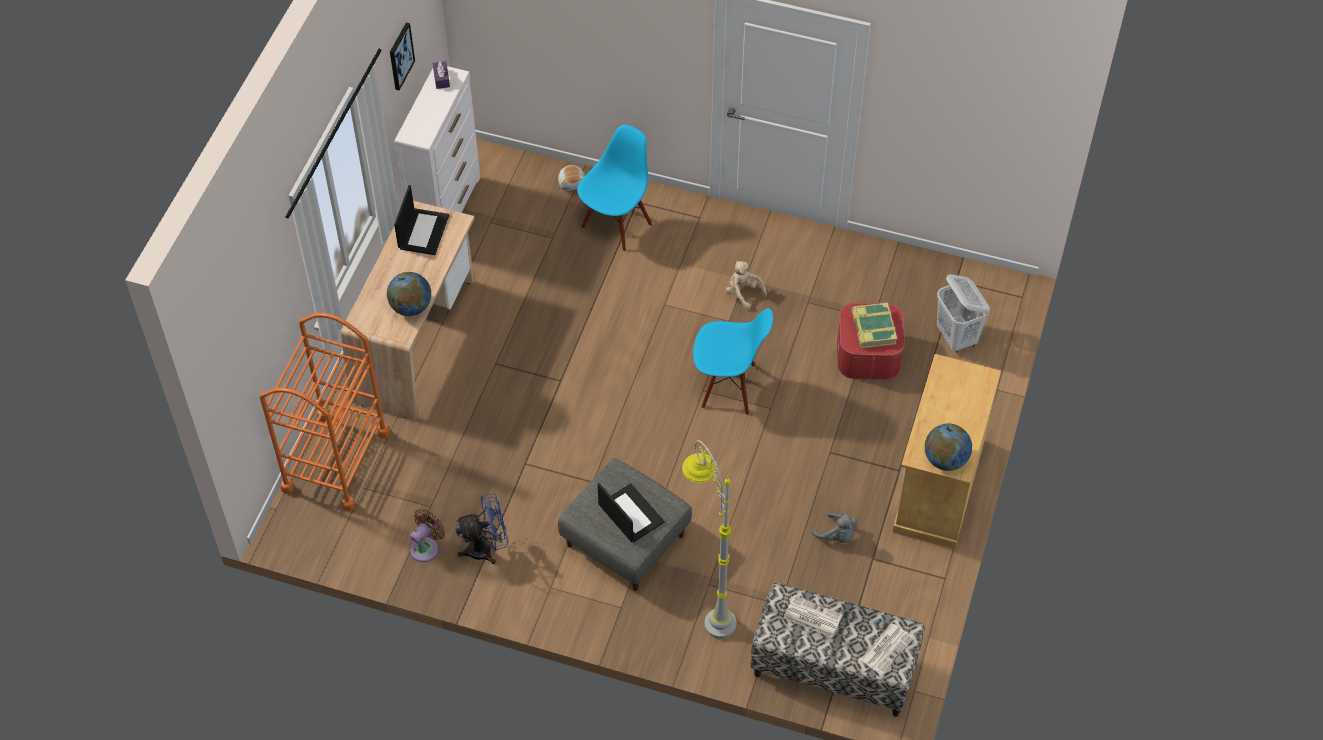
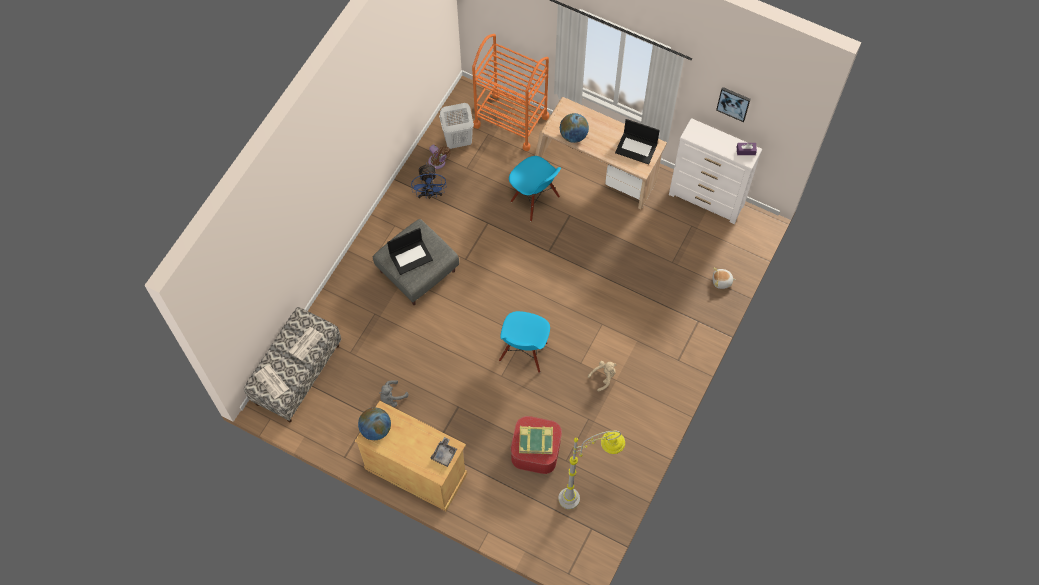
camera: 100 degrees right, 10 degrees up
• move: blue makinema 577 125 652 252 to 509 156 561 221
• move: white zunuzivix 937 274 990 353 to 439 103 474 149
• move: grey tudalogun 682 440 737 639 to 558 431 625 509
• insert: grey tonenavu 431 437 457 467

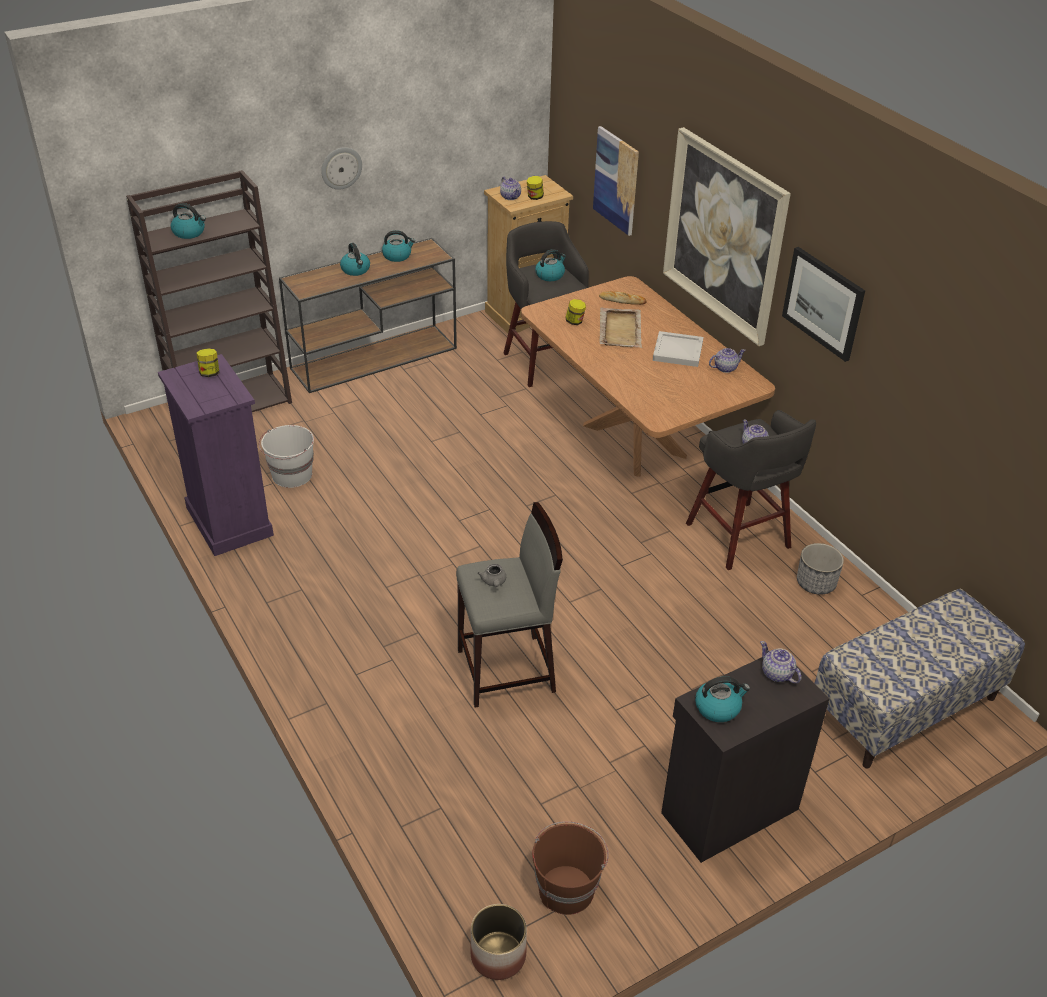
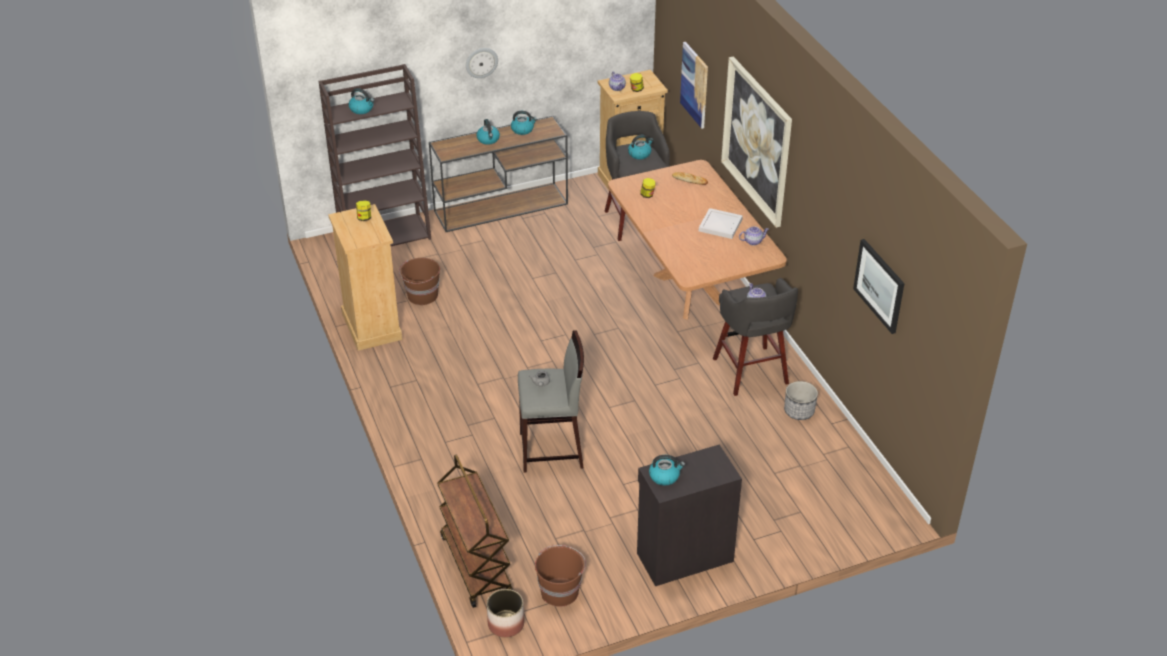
camera: 10 degrees right, 0 degrees up
• move: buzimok 782 247 865 362 to 853 239 905 334
• delete: beige tonenavu 599 307 642 348
• recolor: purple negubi 158 354 274 556 to beige negubi 328 204 402 351
• recolor: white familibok 259 425 314 488 to brown familibok 399 258 440 305
• delete: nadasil 814 589 1025 769
• delete: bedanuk 760 641 802 683
• insert: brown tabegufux 437 454 512 608

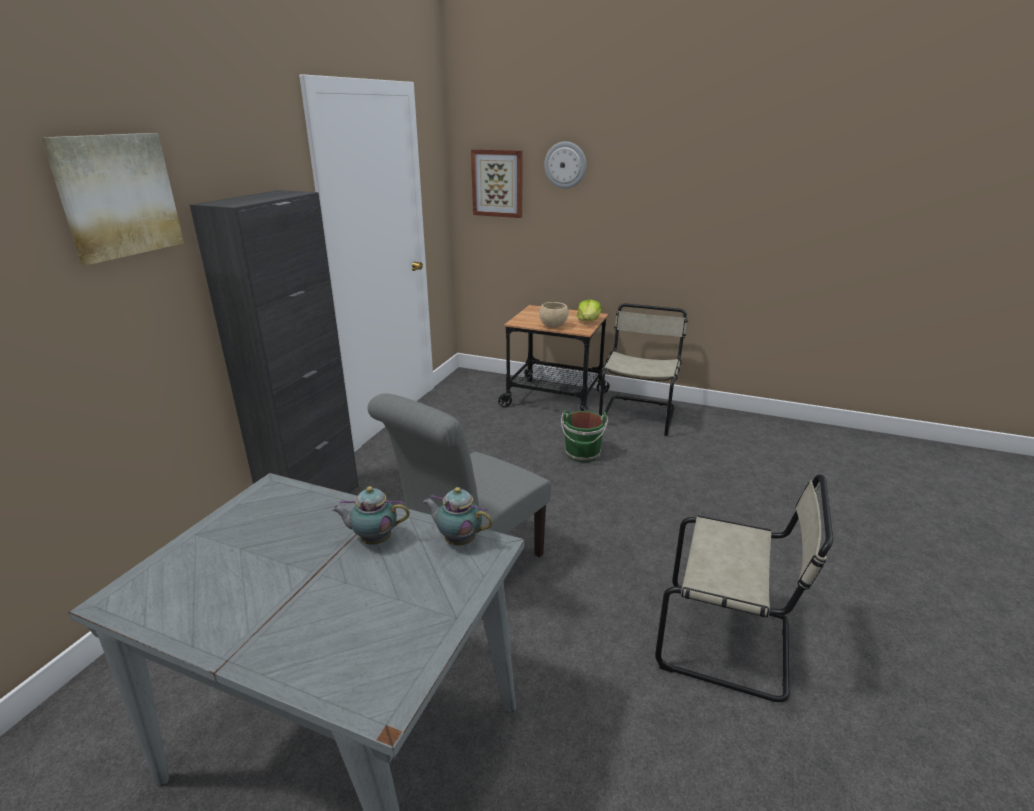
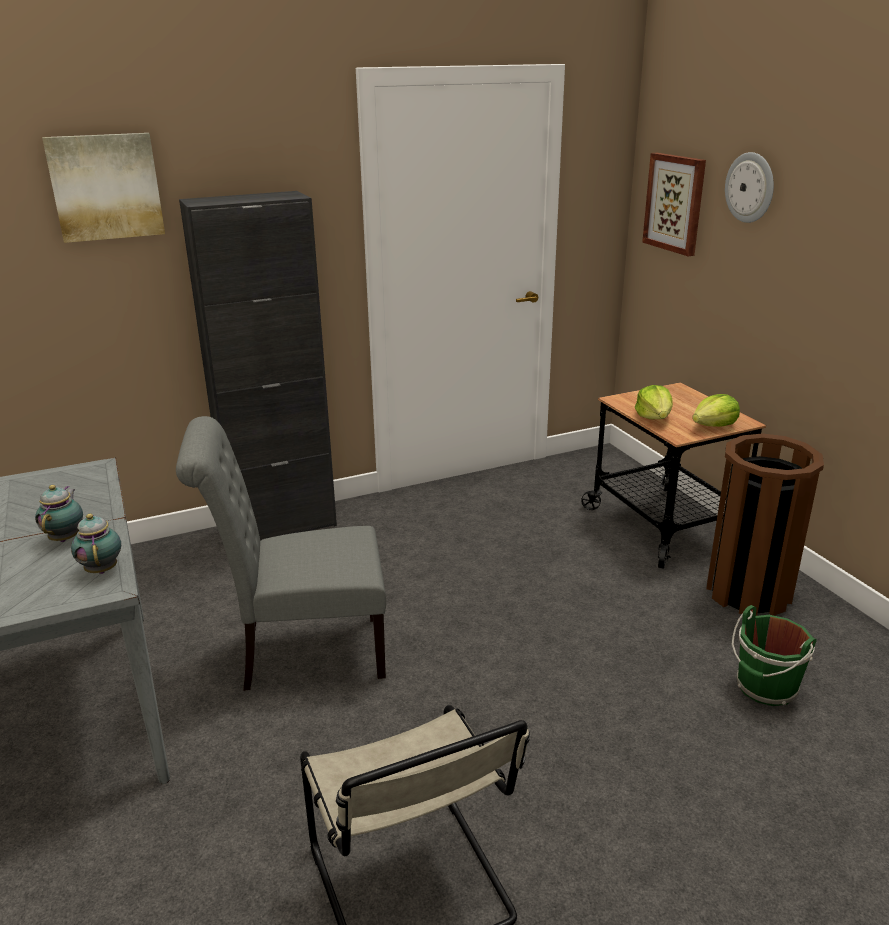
camera: 45 degrees right, 0 degrees up
• replace: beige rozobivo 539 302 569 328 to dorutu 635 385 673 419
• replace: beige makinema 599 304 688 436 to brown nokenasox 706 433 824 616
• move: green familibok 561 409 608 462 to 732 605 817 706
• rotate: bedanuk 332 486 410 545 = 35 485 83 542 45 degrees clockwise

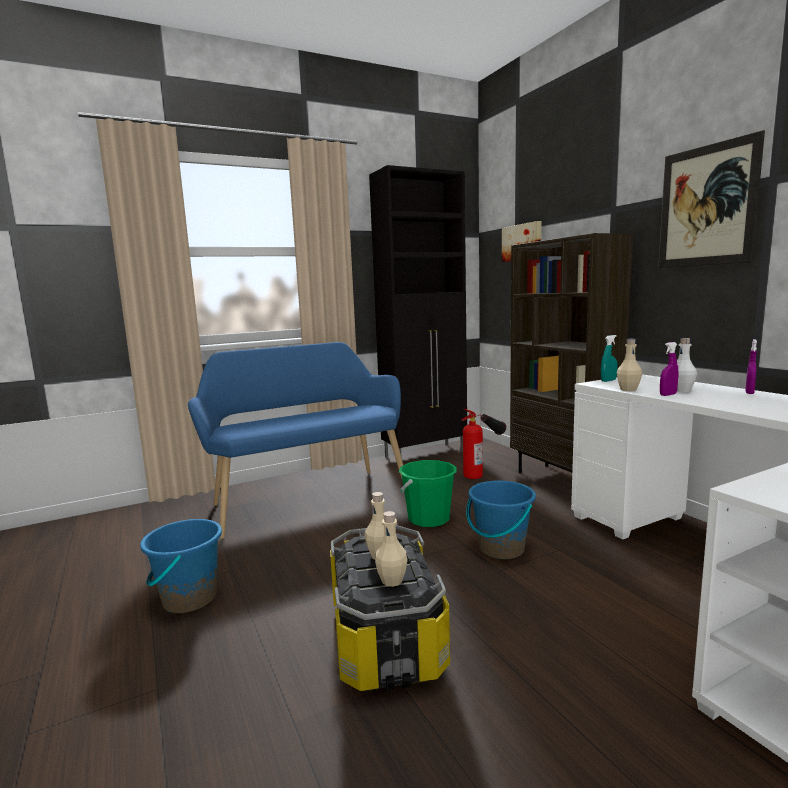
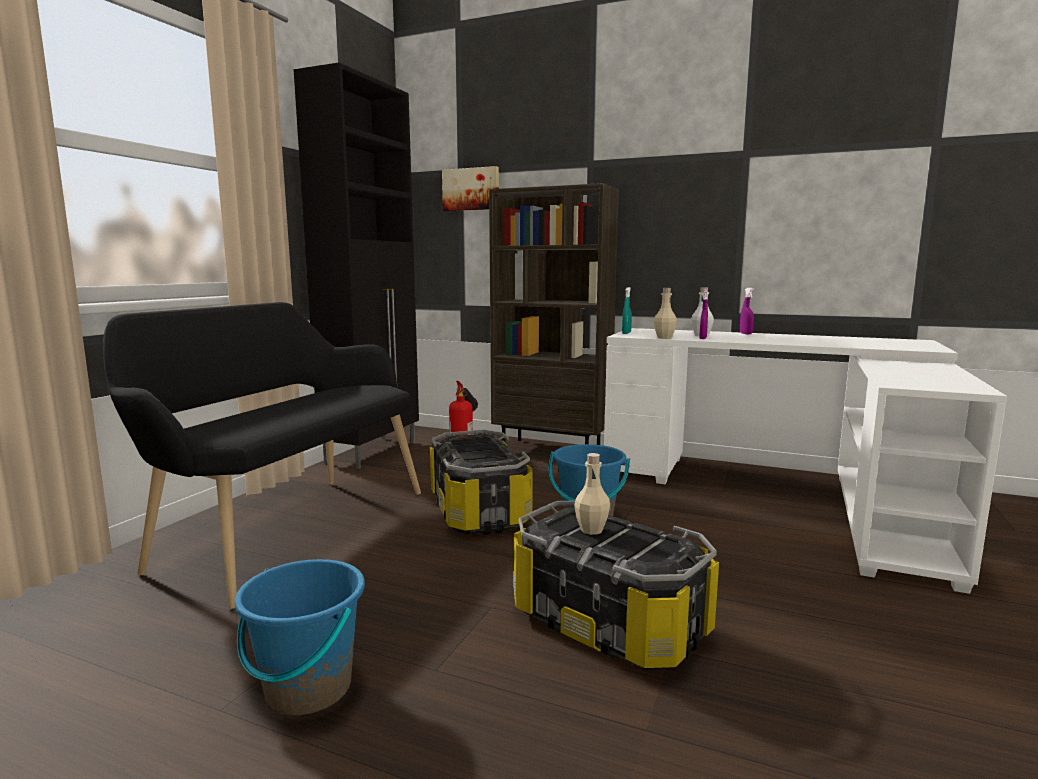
camera: 40 degrees left, 0 degrees up
• delete: buzimok 658 130 765 268
• recolor: blue nadasil 188 342 403 539 to black nadasil 103 302 421 609
• replace: green familibok 399 460 457 527 to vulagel 430 430 533 535
• delete: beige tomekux 375 511 407 587

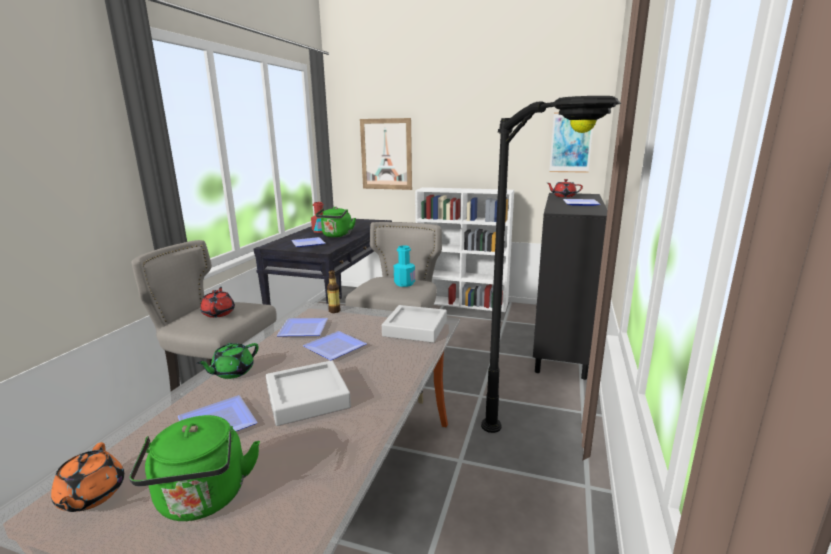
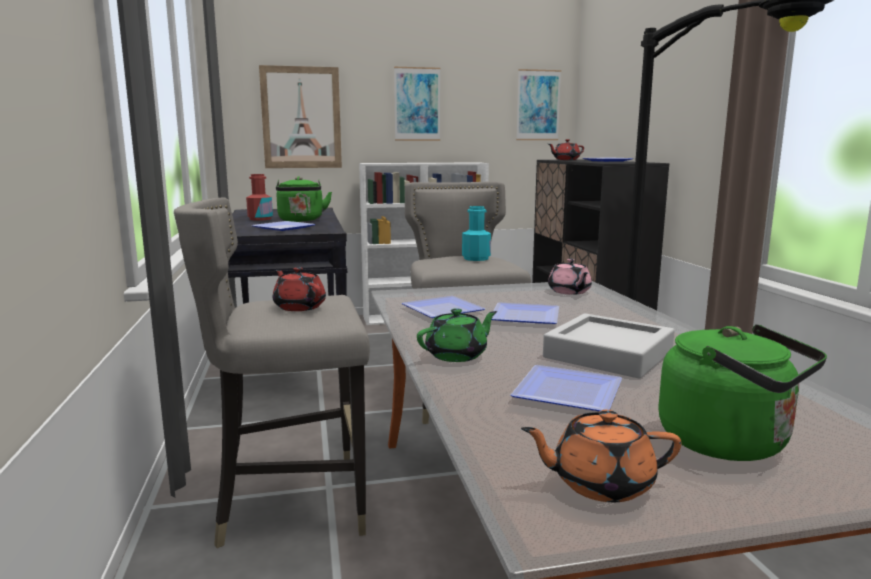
camera: 30 degrees left, 5 degrees down
• delete: tomekux 327 270 341 313
• replace: grey tonenavu 382 305 447 343 to pink bedanuk 548 259 592 295
• rotate: green bedanuk 197 343 259 379 = 417 308 497 362 135 degrees counterclockwise
• rotate: orange bedanuk 51 442 124 512 = 521 410 681 502 135 degrees clockwise
• insert: buzimok 394 67 440 141

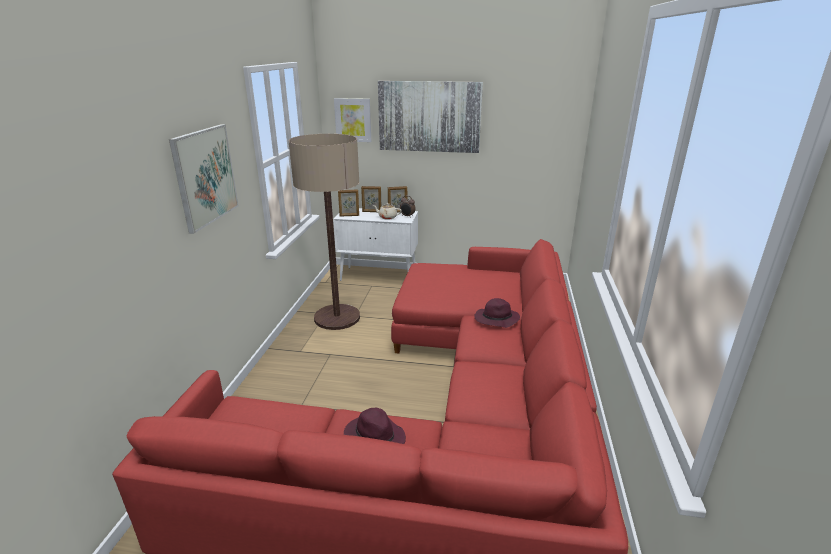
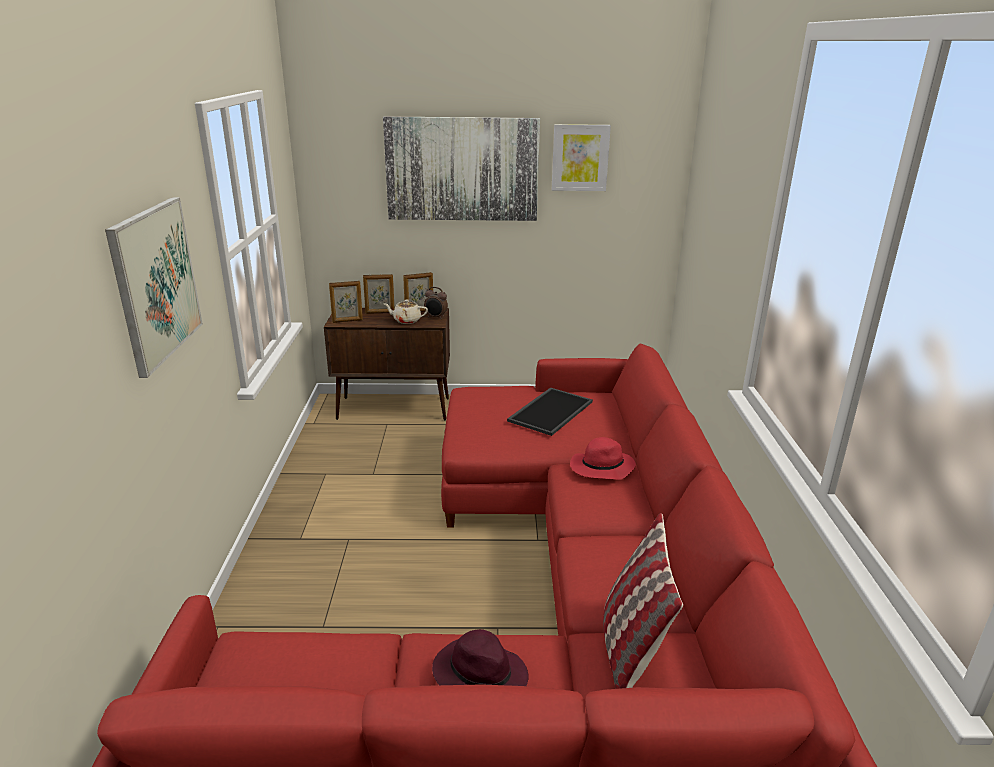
camera: 10 degrees left, 0 degrees up
• move: buzimok 334 98 371 142 to 552 124 611 191
• delete: tudalogun 288 134 360 330
• recolor: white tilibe 333 208 418 281 to brown tilibe 324 308 450 420
• recolor: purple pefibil 474 298 520 328 to red pefibil 570 437 636 480
• insert: tonenavu 507 387 593 436
• insert: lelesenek 603 513 683 689

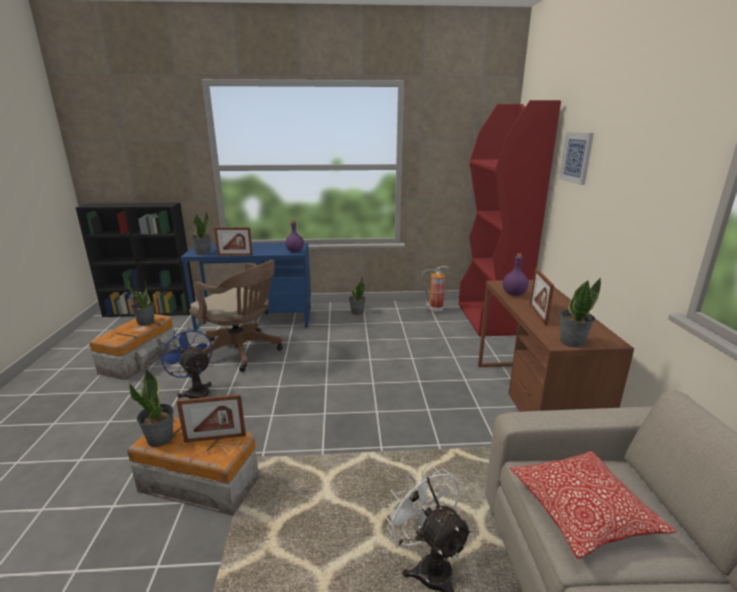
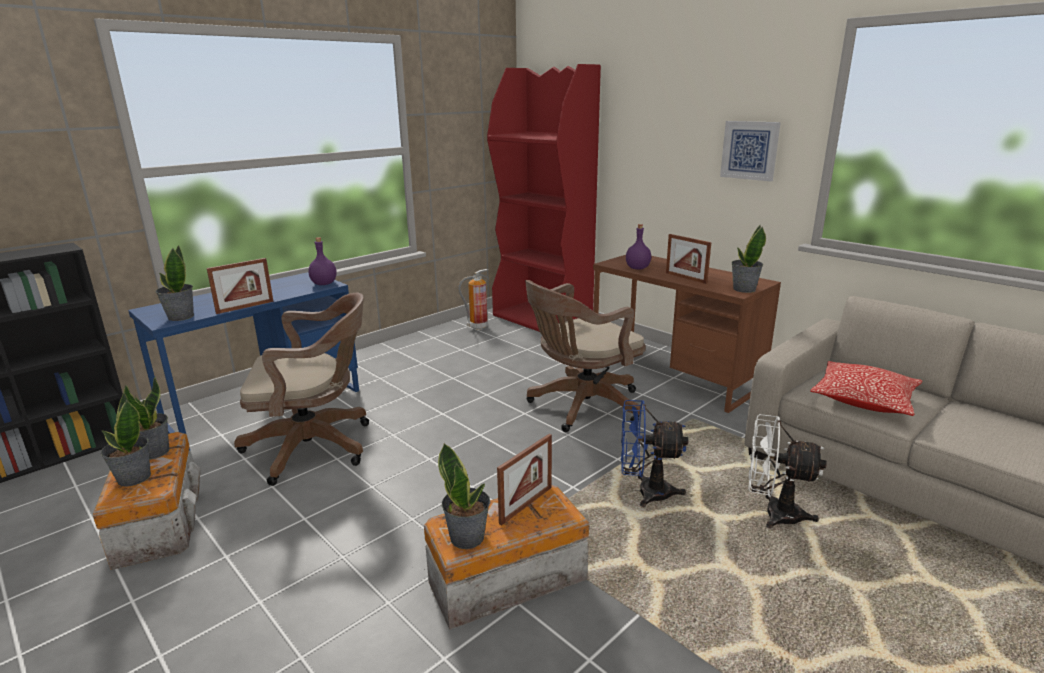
camera: 40 degrees left, 0 degrees up
• move: buzimok 559 132 594 185 to 720 121 781 181
• move: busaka 349 277 366 315 to 100 393 151 487
• move: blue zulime 158 328 212 399 to 621 400 689 507
• insert: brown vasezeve 525 280 646 432

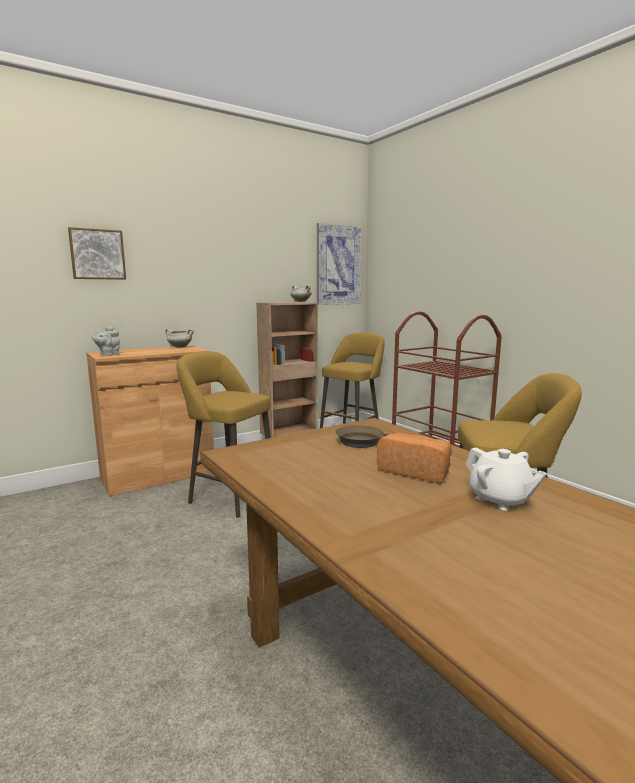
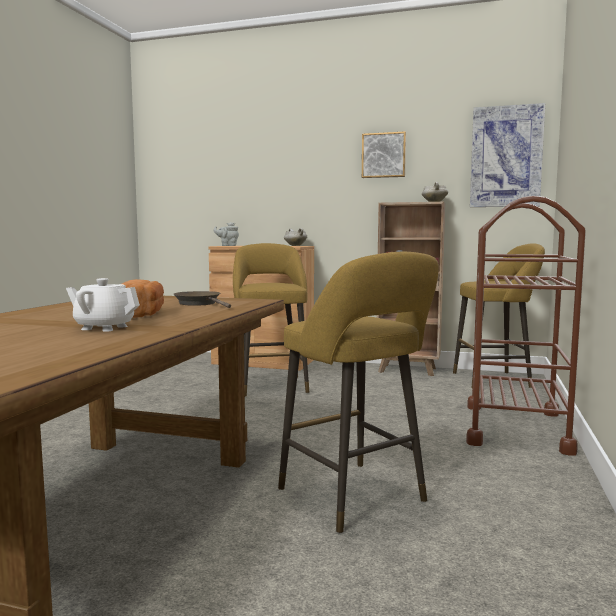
camera: 50 degrees right, 5 degrees down
• move: buzimok 68 227 126 280 to 362 131 406 178
• rotate: white bedanuk 466 448 547 511 = 66 278 140 332 90 degrees clockwise

